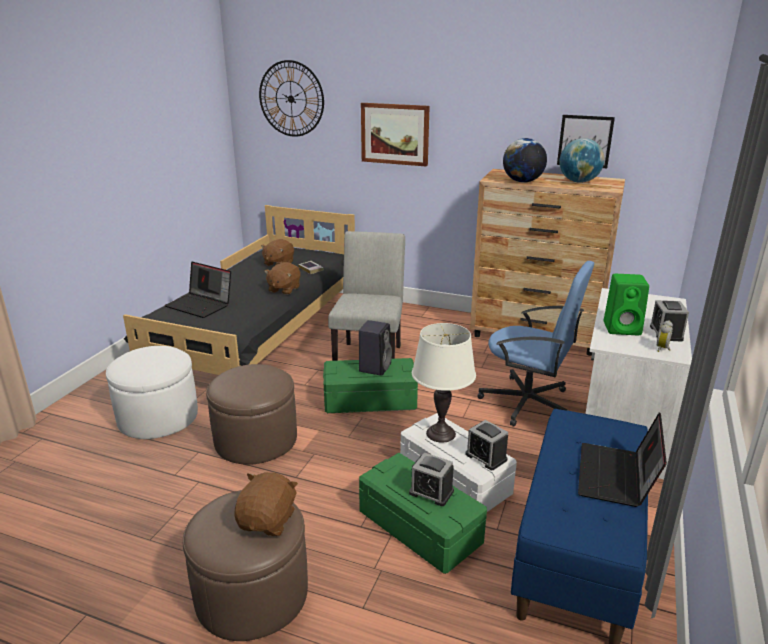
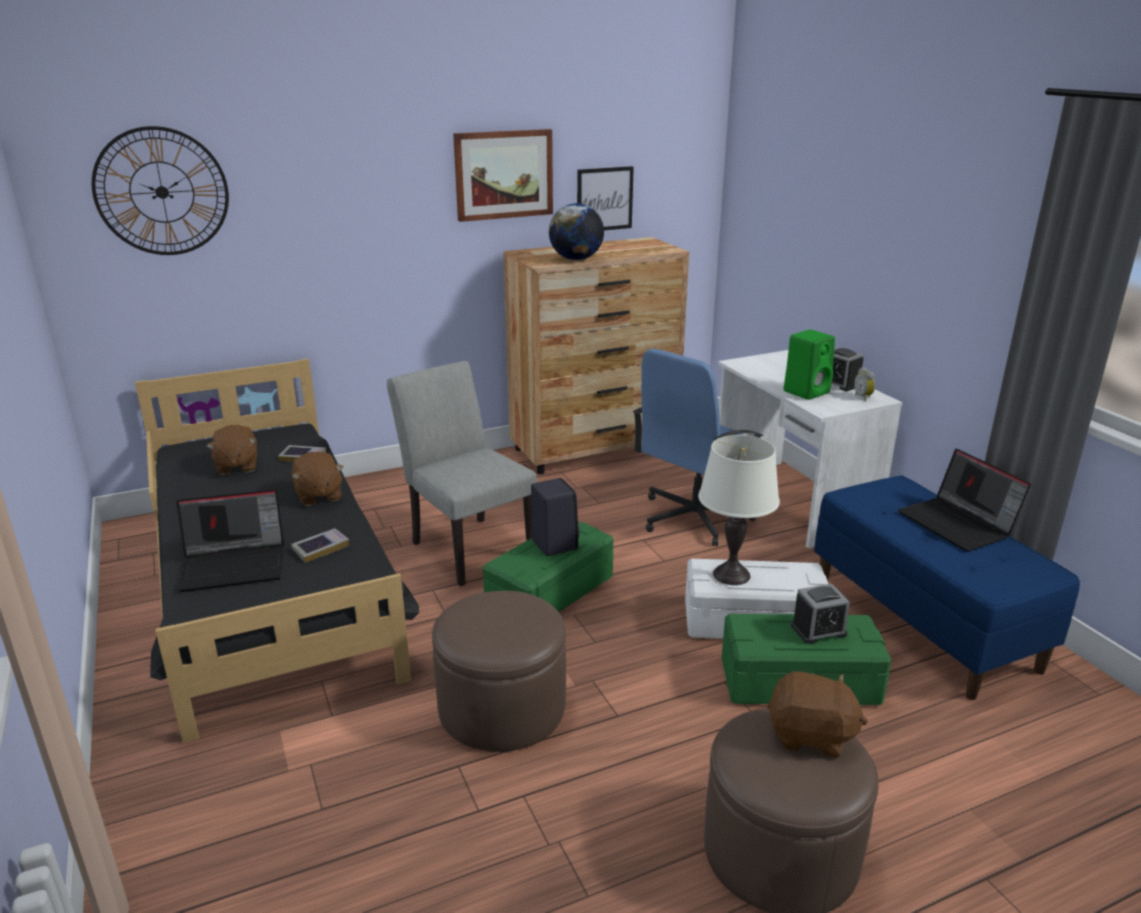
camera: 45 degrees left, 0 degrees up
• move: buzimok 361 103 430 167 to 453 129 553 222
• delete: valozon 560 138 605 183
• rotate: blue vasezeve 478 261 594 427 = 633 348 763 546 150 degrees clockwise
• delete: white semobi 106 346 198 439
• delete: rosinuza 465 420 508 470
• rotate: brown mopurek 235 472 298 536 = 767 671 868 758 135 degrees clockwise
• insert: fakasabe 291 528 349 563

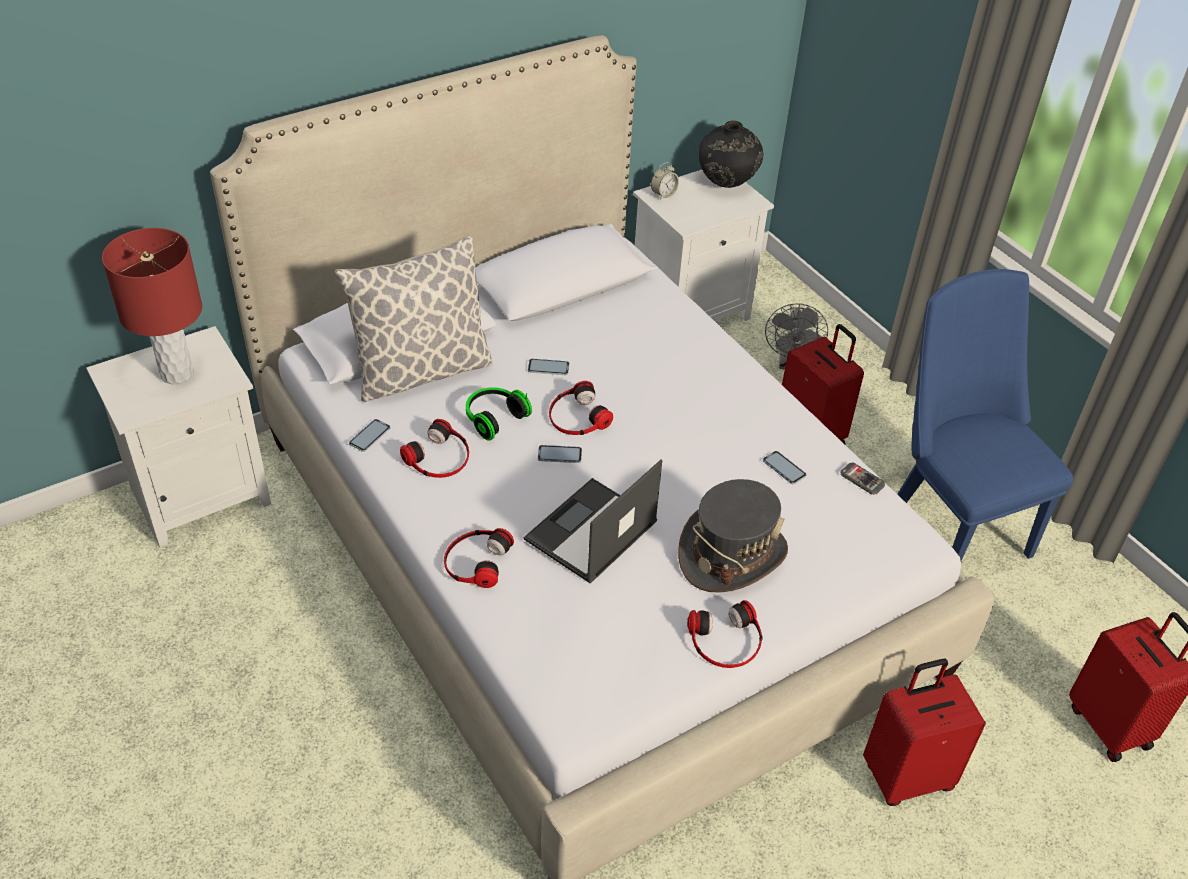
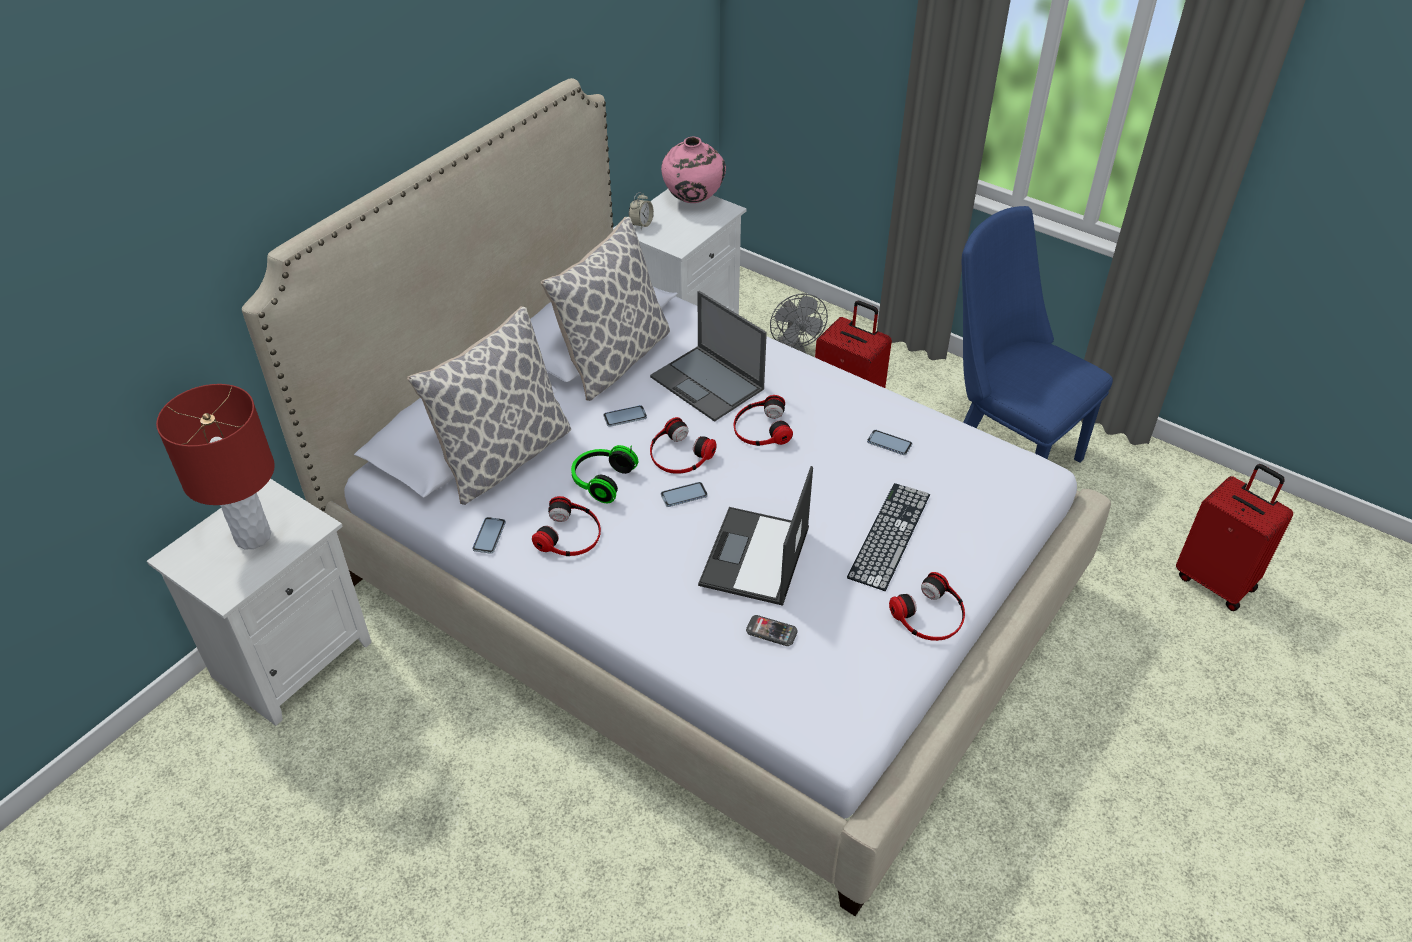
camera: 20 degrees left, 0 degrees up
• recolor: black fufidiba 698 121 764 188 to pink fufidiba 661 137 726 203
• move: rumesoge 840 463 885 495 to 746 615 798 646
• replace: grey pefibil 678 479 788 593 to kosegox 847 483 930 591
• move: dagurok 444 528 514 588 to 734 395 793 446
• delete: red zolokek 863 659 986 806
• insert: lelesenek 540 217 670 401
• insert: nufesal 650 291 767 422

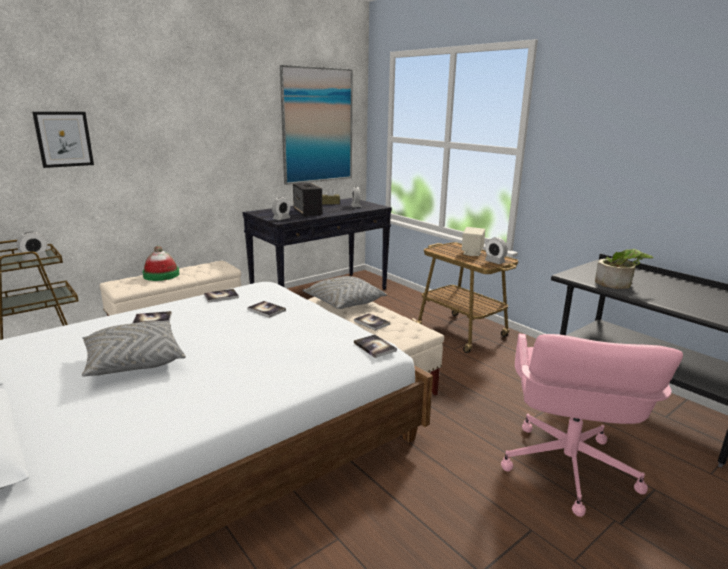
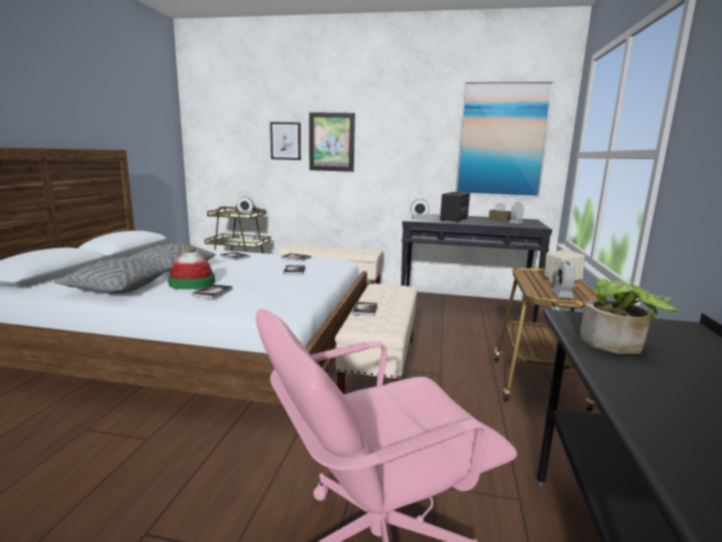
camera: 50 degrees right, 5 degrees down
• move: pefibil 143 246 179 281 to 168 244 215 289
• move: grey lelesenek 302 276 387 309 to 54 259 167 294
• move: fakasabe 354 335 397 358 to 192 284 232 299
• insert: buzimok 309 112 355 172

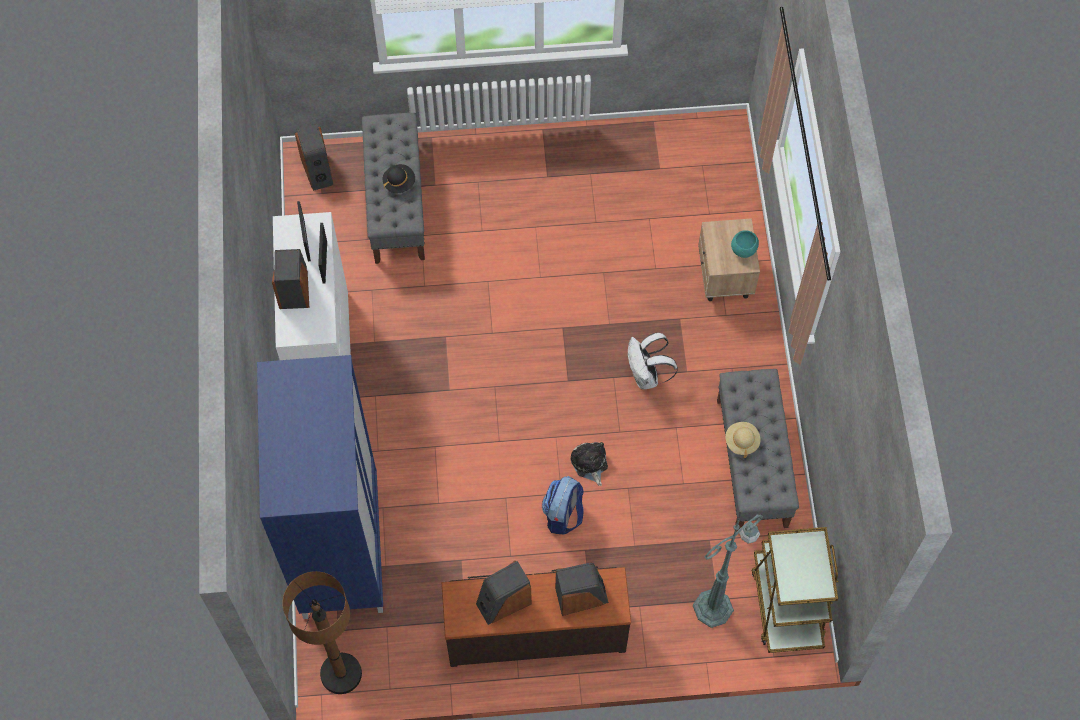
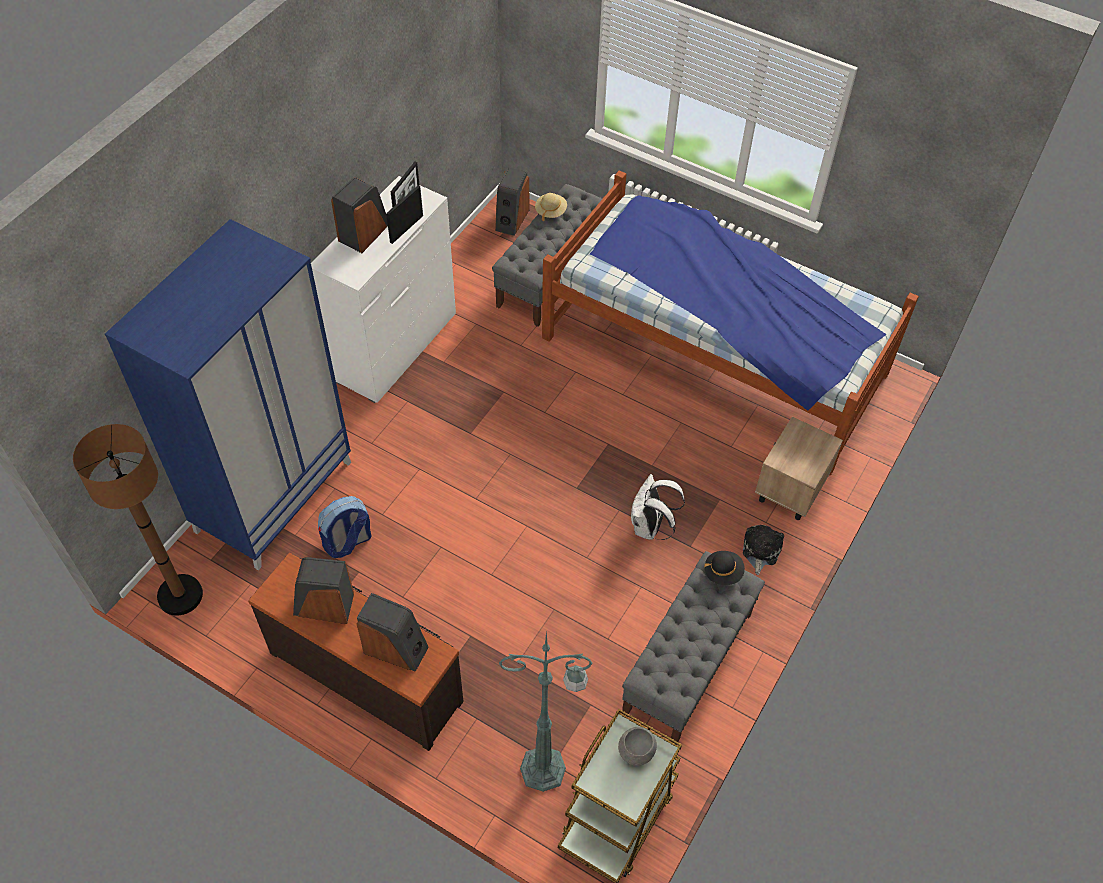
camera: 35 degrees right, 10 degrees down
• move: black pefibil 383 164 415 194 to 704 551 745 585
• delete: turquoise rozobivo 731 230 759 258
• move: beige pefibil 726 422 760 458 to 535 193 567 222
• move: mopurek 570 442 608 486 to 743 525 784 575
• move: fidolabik 542 476 584 534 to 318 496 372 558
• insert: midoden 542 171 919 475
• insert: grey rozobivo 618 727 657 766

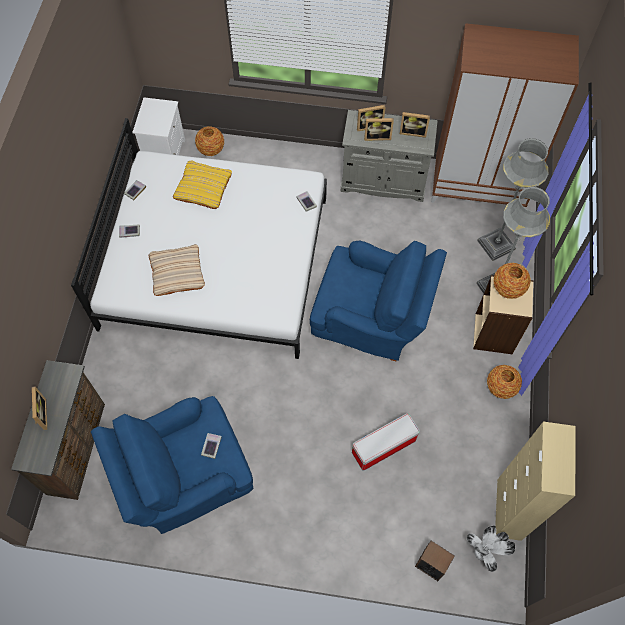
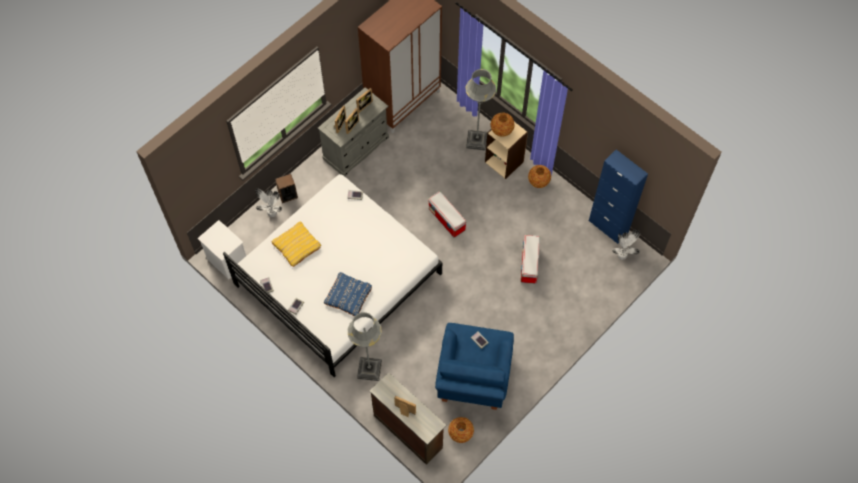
camera: 55 degrees left, 0 degrees up
• move: fufidiba 195 126 224 156 to 448 417 474 443
• move: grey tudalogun 477 138 548 261 to 348 312 382 381
• replace: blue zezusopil 310 240 447 361 to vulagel 428 191 466 238
• recolor: beige lelesenek 149 244 205 296 to blue lelesenek 324 272 372 316
• recolor: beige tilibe 495 421 575 541 to blue tilibe 589 150 648 244
• move: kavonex 415 541 455 581 to 275 174 298 203
• insert: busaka 256 188 282 218

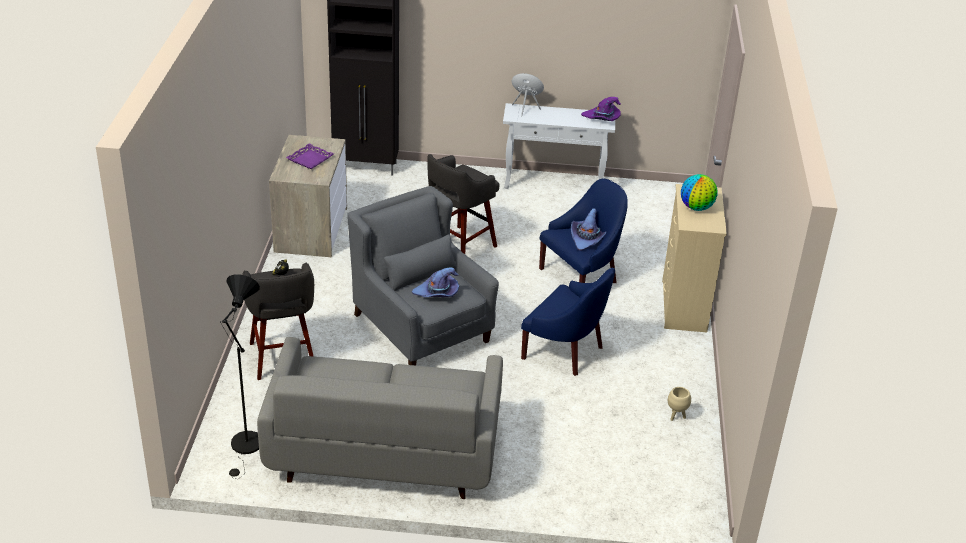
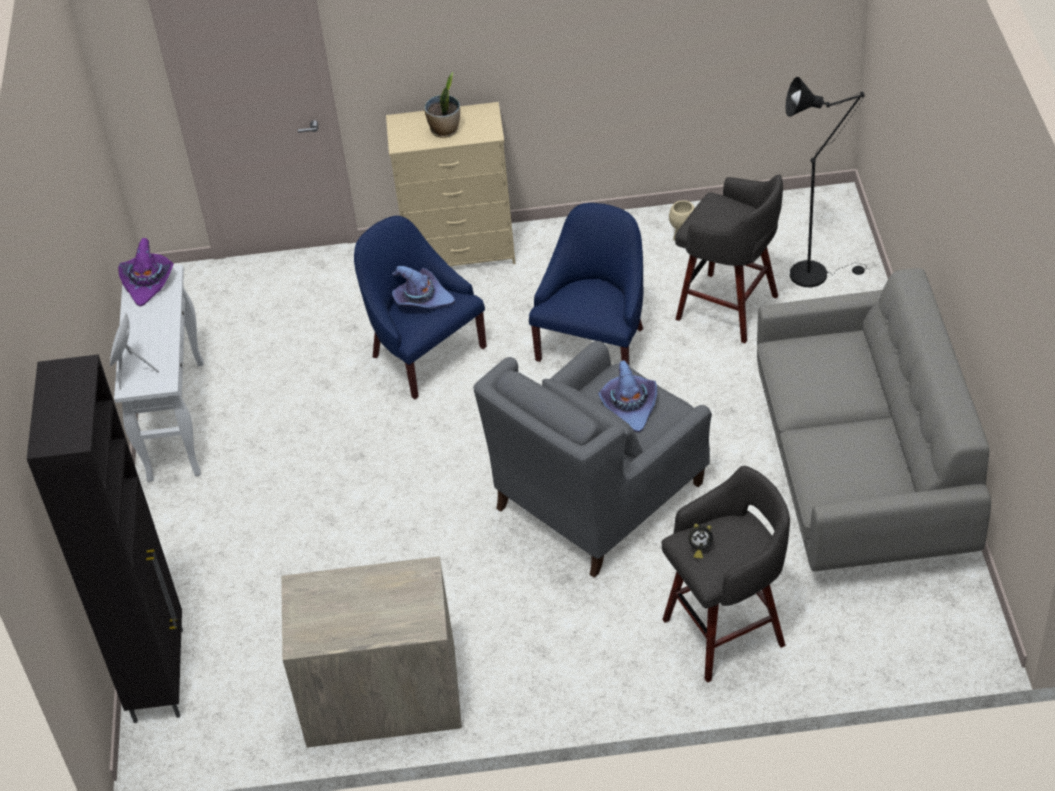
camera: 95 degrees left, 10 degrees up
• delete: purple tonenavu 286 143 334 169
• move: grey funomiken 427 154 499 254 to 675 174 783 343
• replace: valozon 681 174 718 211 to busaka 424 72 460 138
• move: black tudalogun 220 274 260 479 to 785 77 867 287

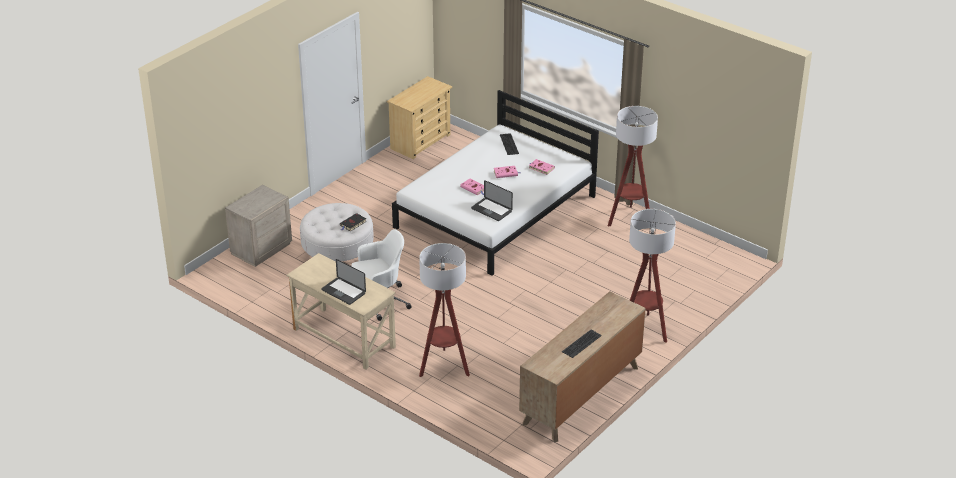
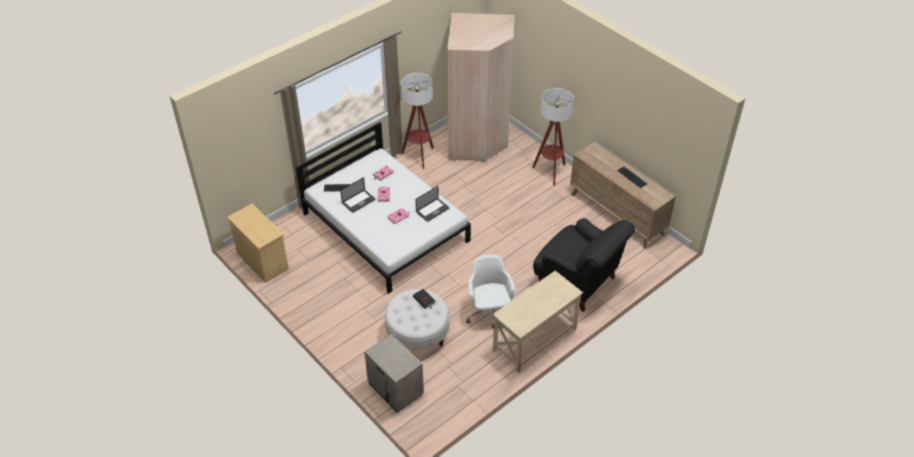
camera: 80 degrees left, 10 degrees up
• replace: tudalogun 419 243 470 377 to black zezusopil 533 218 635 312
• move: nufesal 321 259 366 305 to 340 177 375 213
• insert: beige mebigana 447 13 515 161

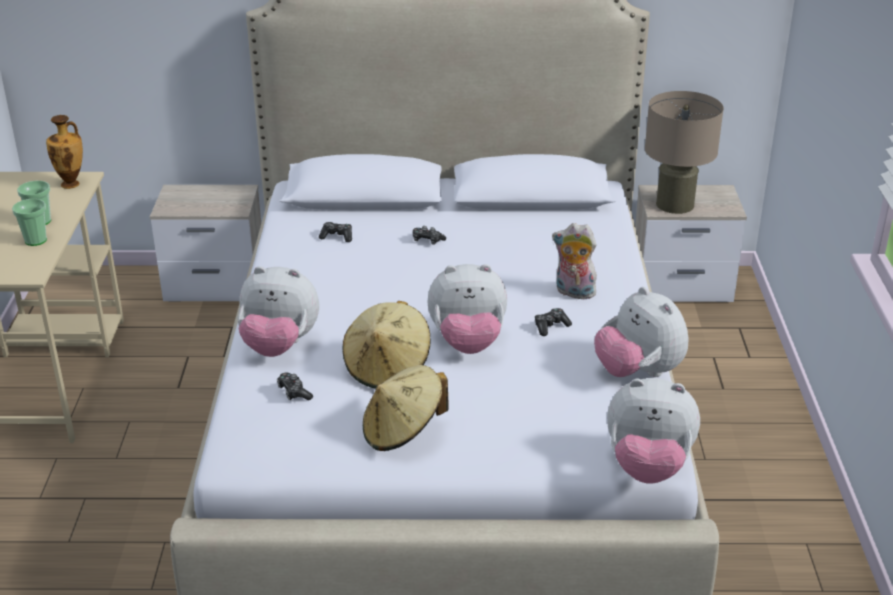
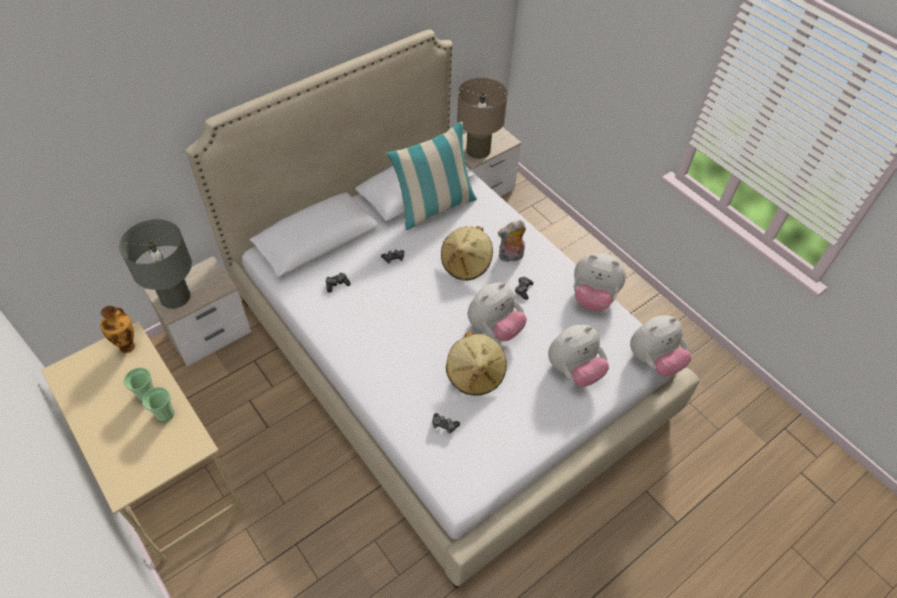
camera: 40 degrees left, 20 degrees up
• move: mopurek 237 266 319 357 to 548 325 609 387
• move: beige pefibil 363 365 449 451 to 441 226 493 281
• insert: lelesenek 386 122 478 230
• insert: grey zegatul 119 219 192 309

